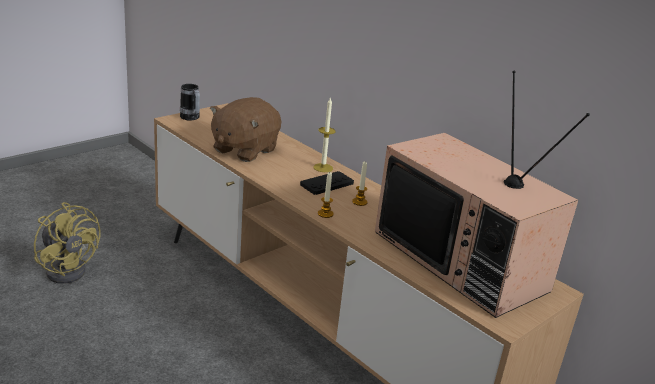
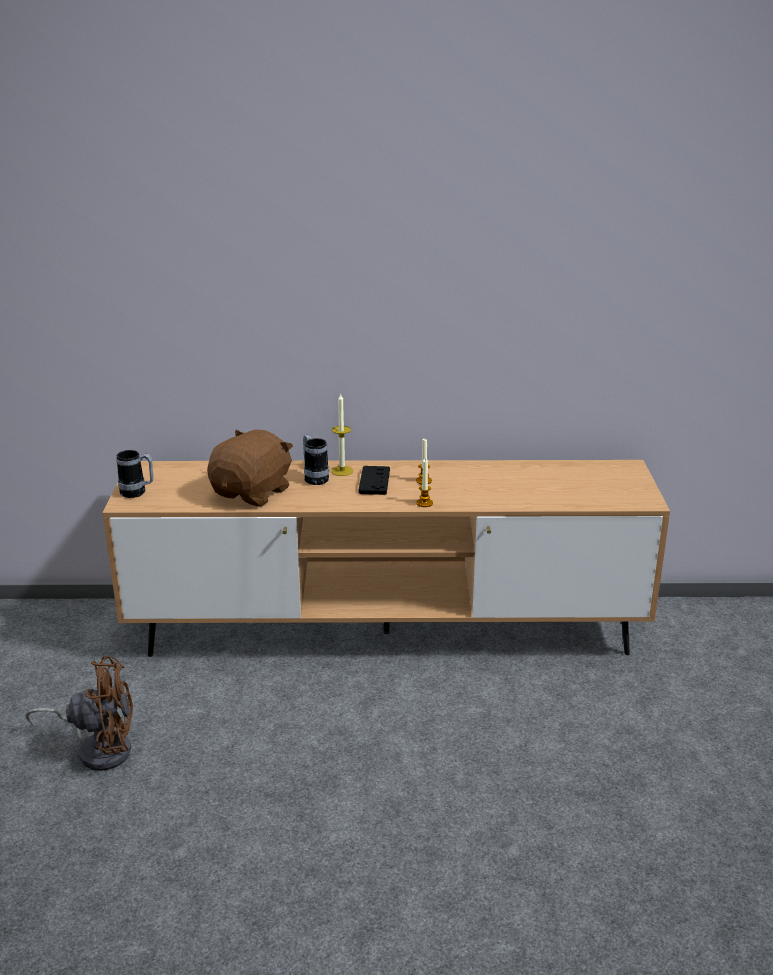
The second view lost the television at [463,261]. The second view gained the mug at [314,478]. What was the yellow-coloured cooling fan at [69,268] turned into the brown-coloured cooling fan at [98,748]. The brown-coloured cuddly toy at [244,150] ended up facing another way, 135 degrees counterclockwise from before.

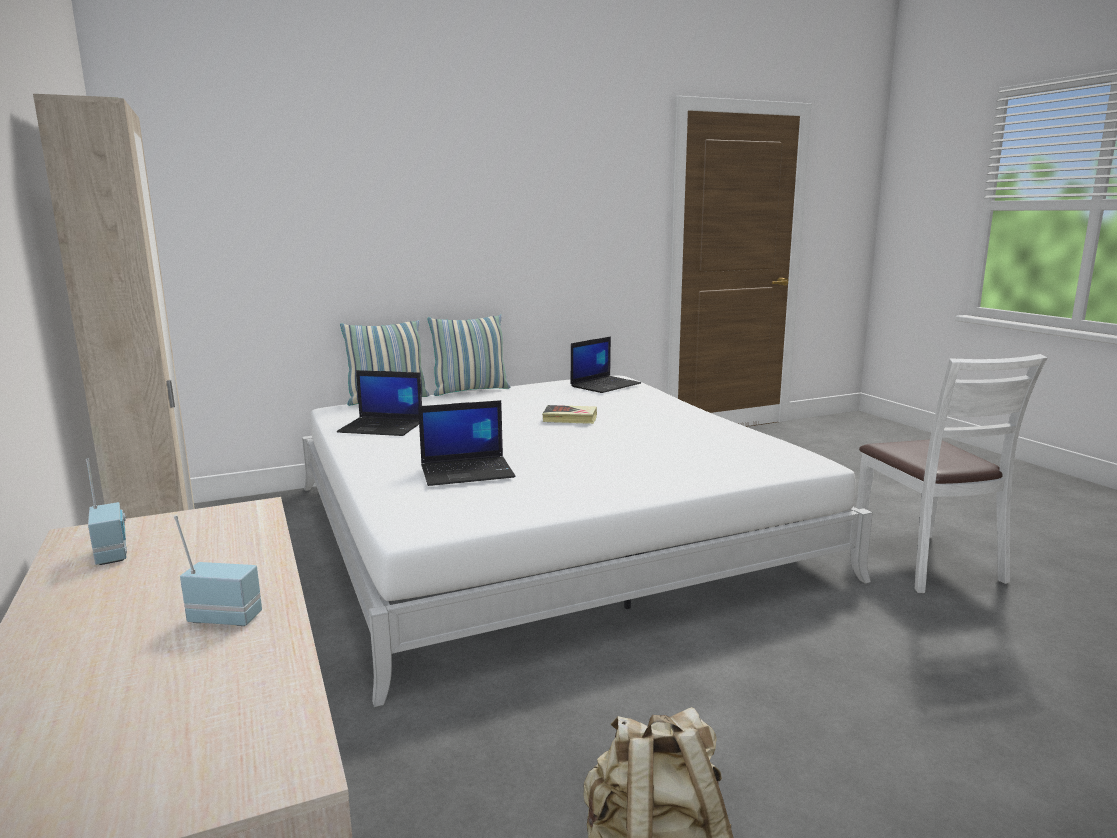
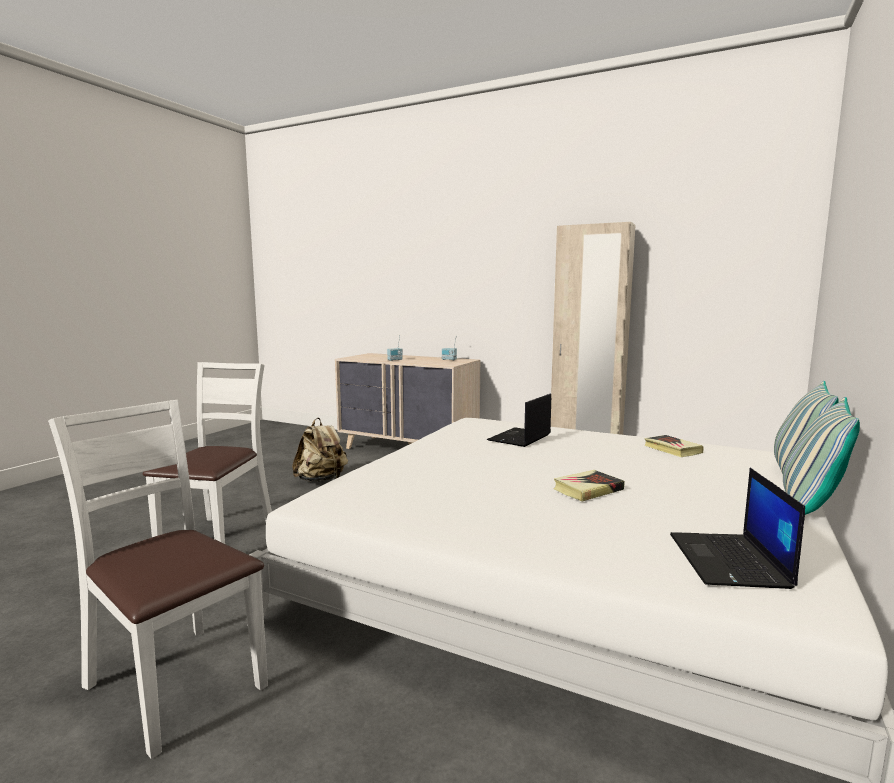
The second view gained the white-coloured upright chair at [218,538]. Where the notebook computer stood at [382,427], the book came to stand at [672,449].

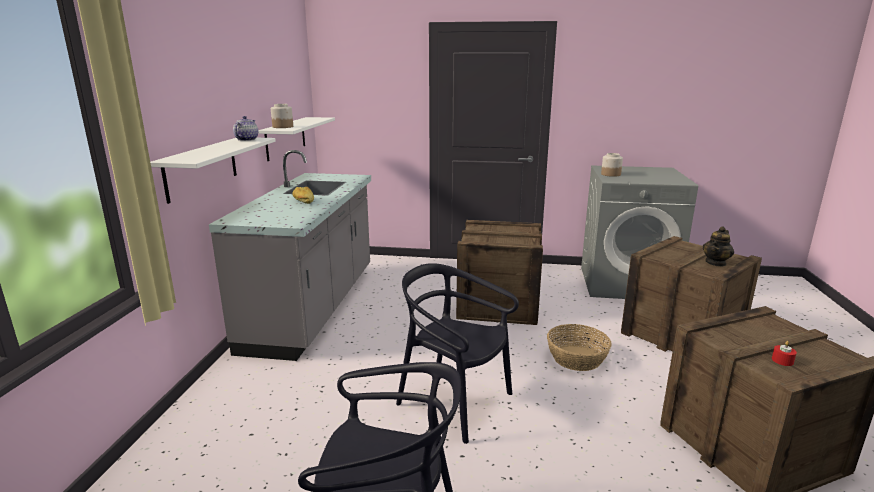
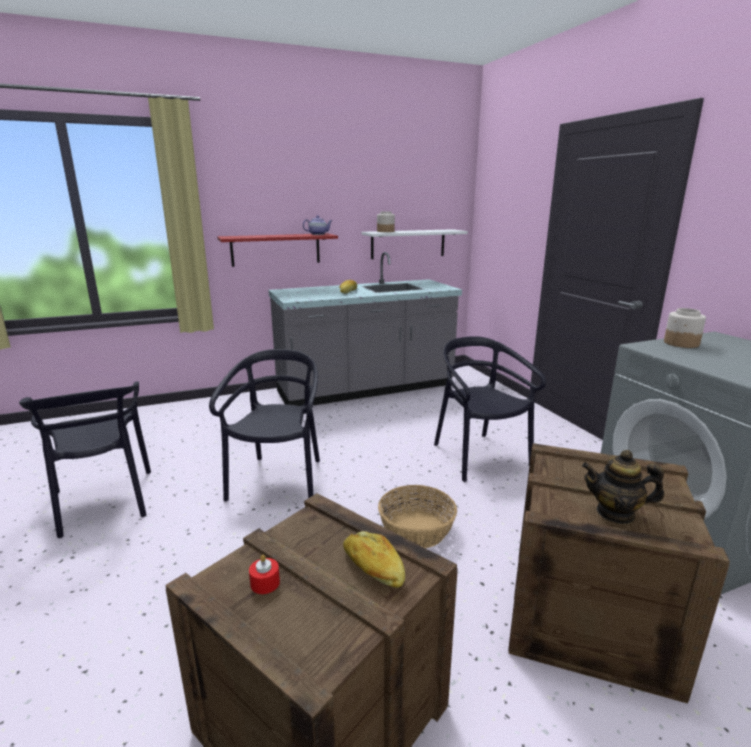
The second view gained the bakery bread at [373,568]. Where the crate stood at [498,304], the black-coloured upright chair came to stand at [479,457]. What was the white-coloured bracket shelf at [202,168] turned into the red bracket shelf at [276,249].

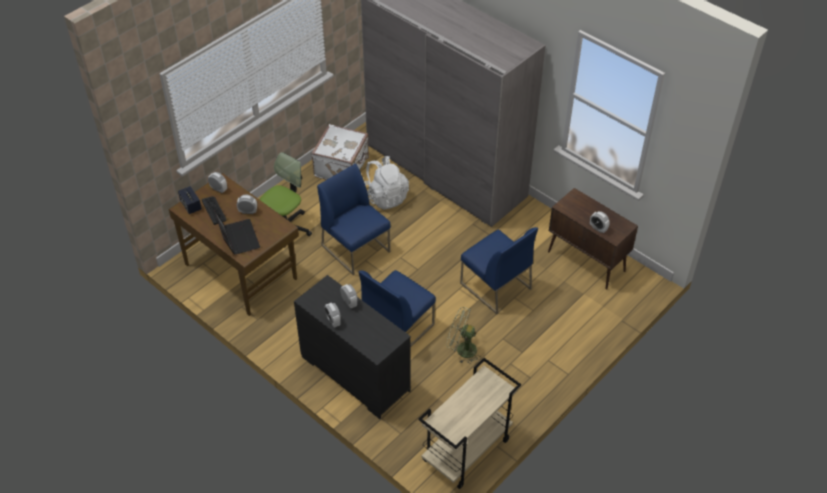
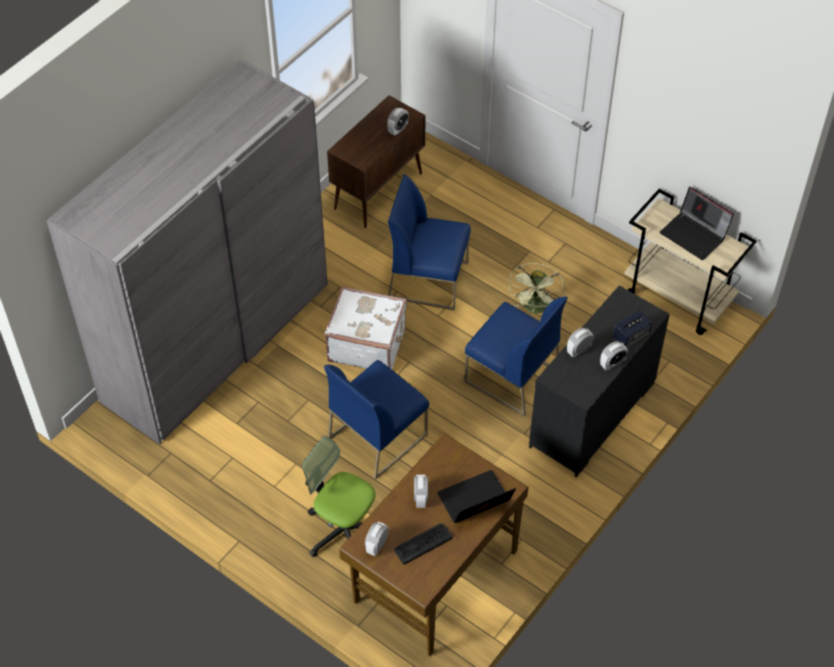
The second view lost the white-coloured backpack at [385,197]. The second view gained the notebook computer at [695,235]. The speaker ended up elsewhere, having gone from [191,205] to [630,336]. The white-coloured travel case ended up elsewhere, having gone from [342,167] to [366,343]. The bluish upright chair at [495,286] ended up facing another way, 120 degrees counterclockwise from before.

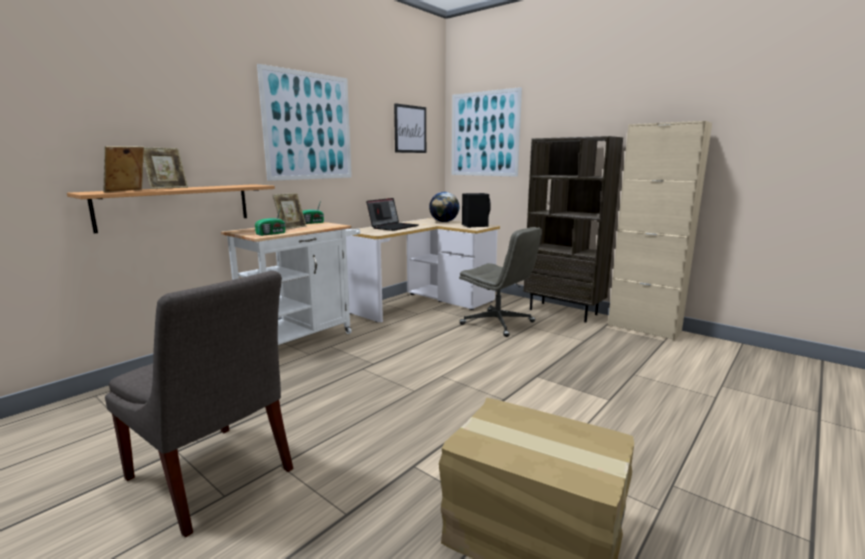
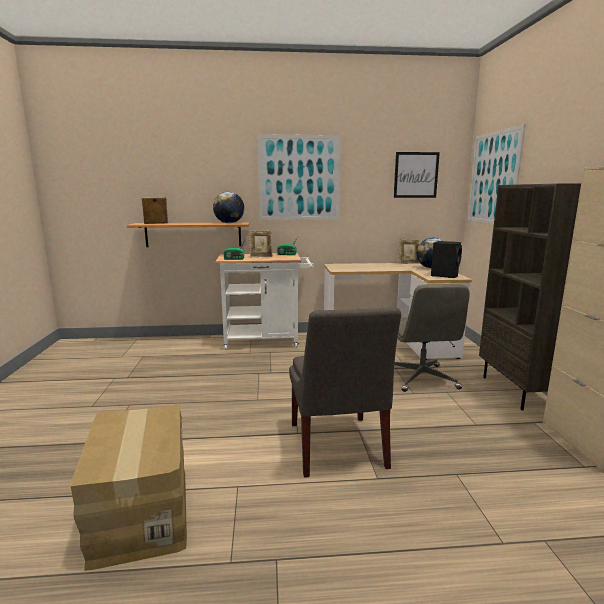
The second view lost the notebook computer at [393,227]. The second view gained the globe at [229,223]. The grey upright chair ended up elsewhere, having gone from [212,478] to [337,448]. The photo frame ended up elsewhere, having gone from [167,188] to [408,263].

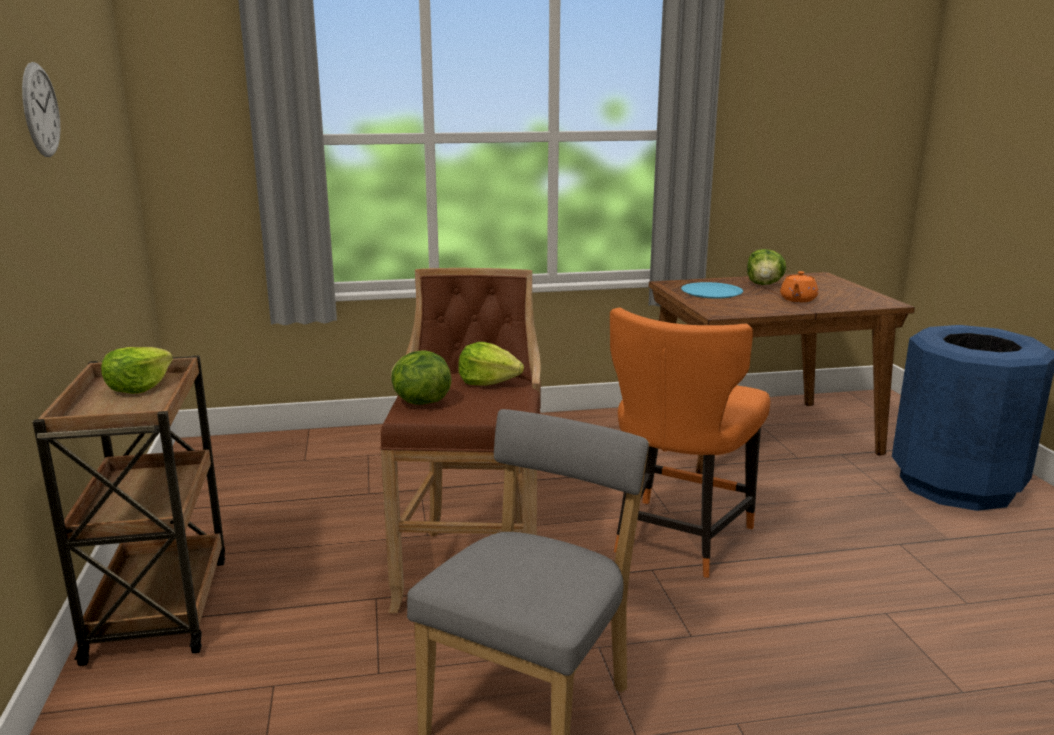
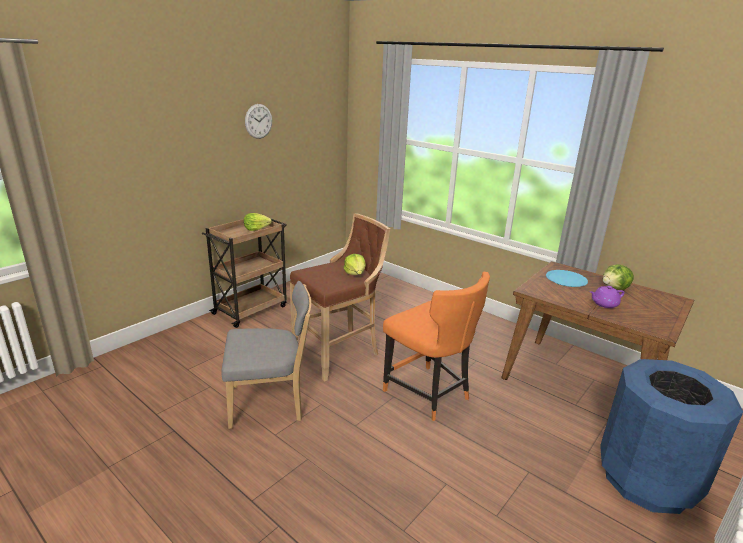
The second view lost the head of lettuce at [420,402]. What was the orange pot for tea at [797,300] turned into the purplish pot for tea at [604,304]. The orange upright chair at [678,539] ended up facing another way, 120 degrees counterclockwise from before.

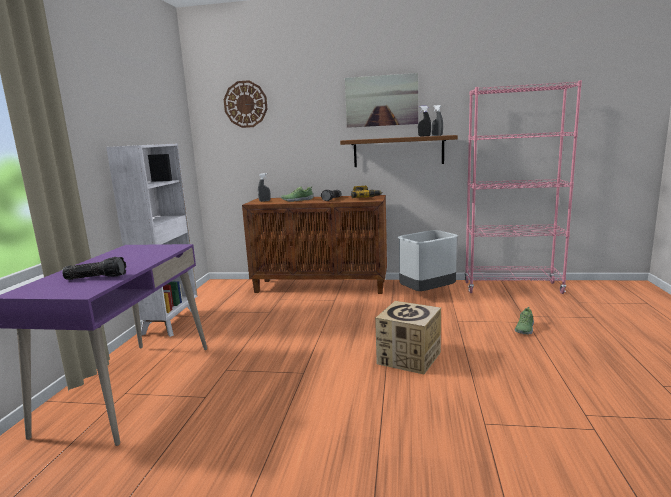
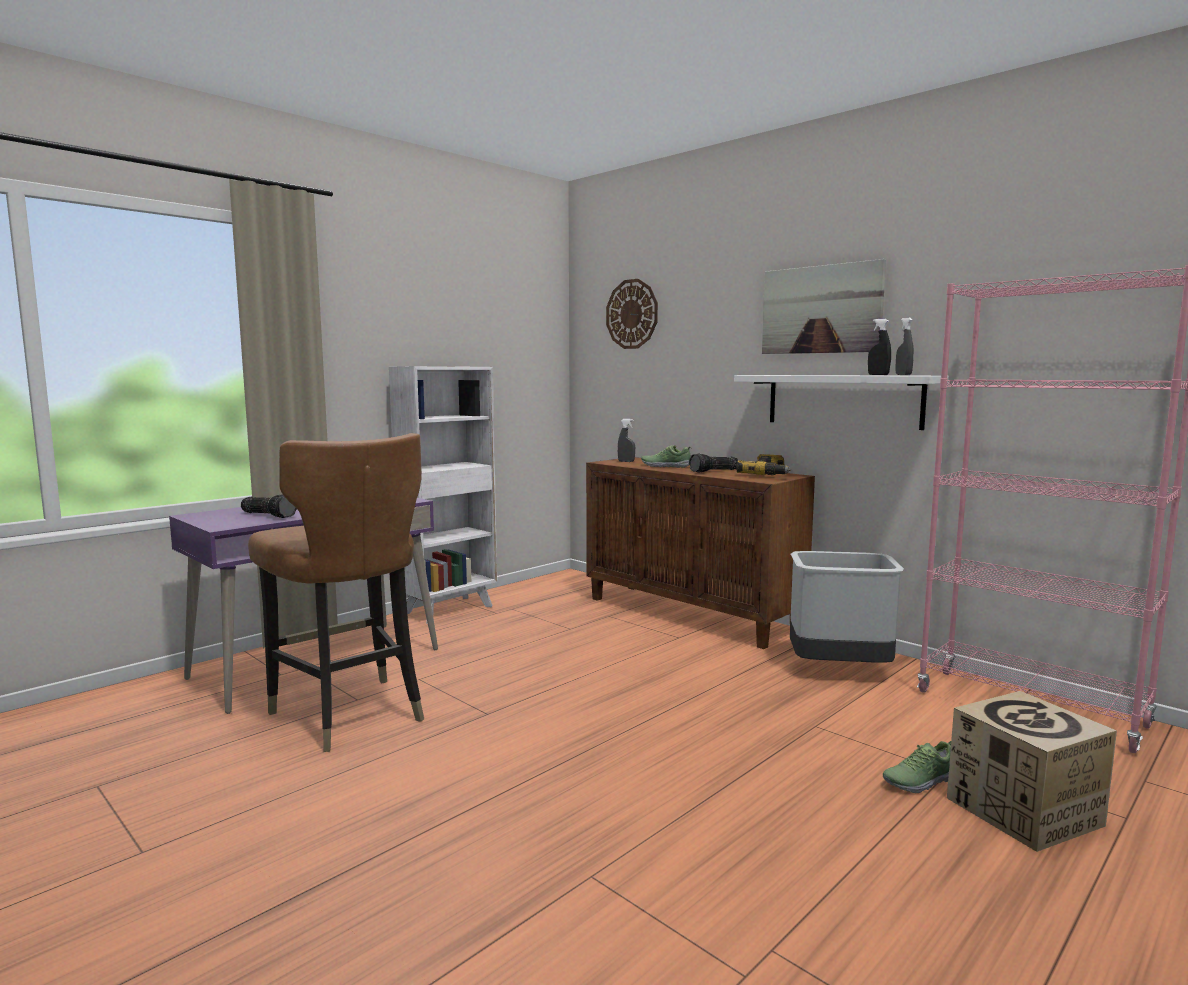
The second view gained the brown-coloured upright chair at [349,713]. The cardboard box ended up elsewhere, having gone from [409,358] to [1023,811]. What was the brown-coloured bracket shelf at [398,151] turned into the white-coloured bracket shelf at [843,400].

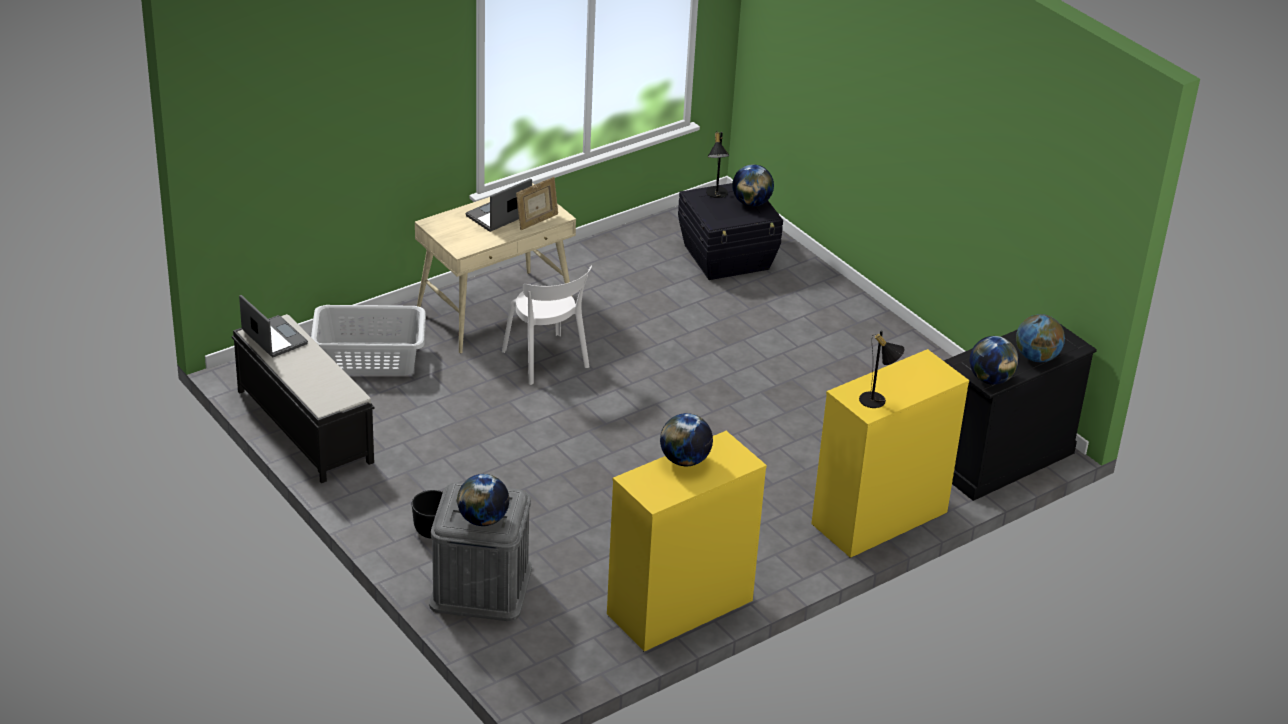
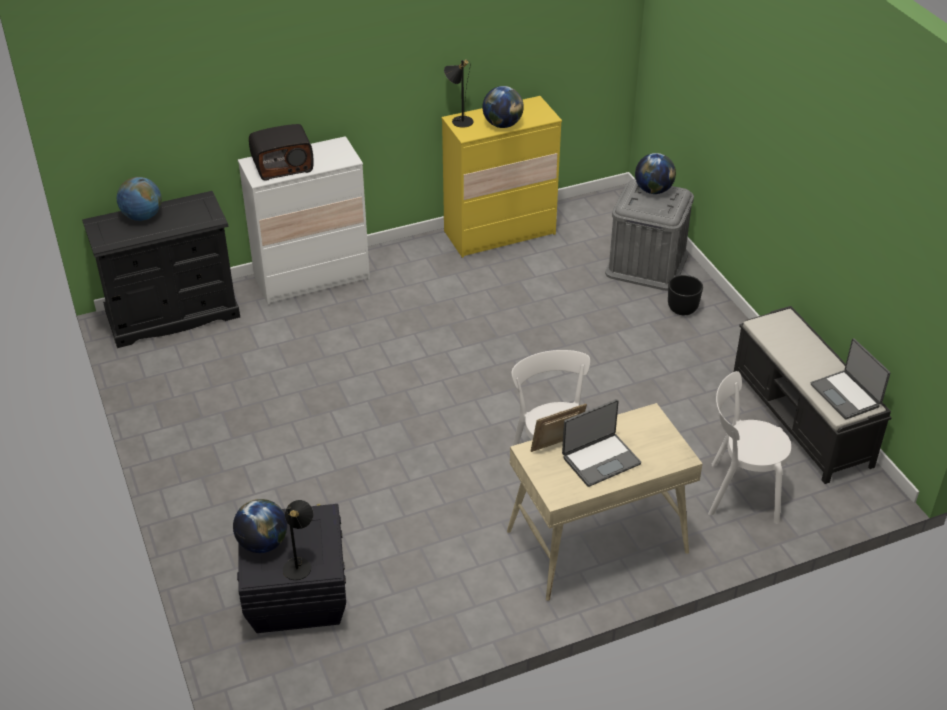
The second view lost the globe at [990,379]. The second view gained the radio receiver at [283,166]. The black-coloured tabletop lamp ended up elsewhere, having gone from [877,401] to [459,120]. Where the grey laundry basket stood at [370,359], the white-coloured upright chair came to stand at [739,492]. What was the yellow-coloured drawer chest at [879,518] turned into the white-coloured drawer chest at [312,278].

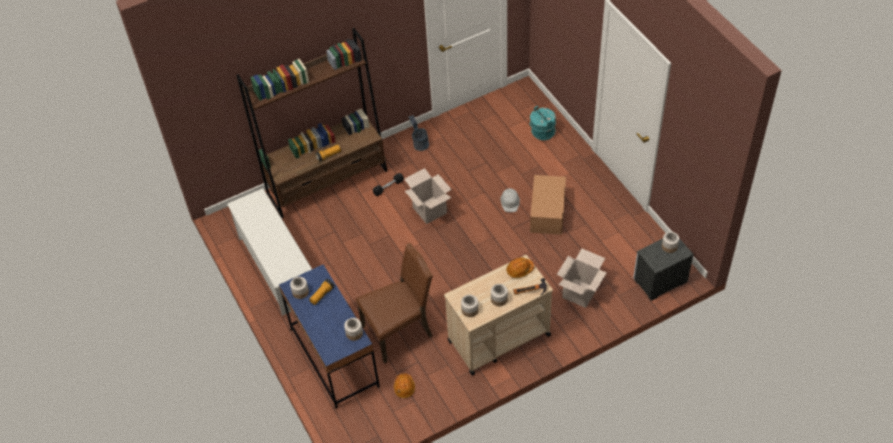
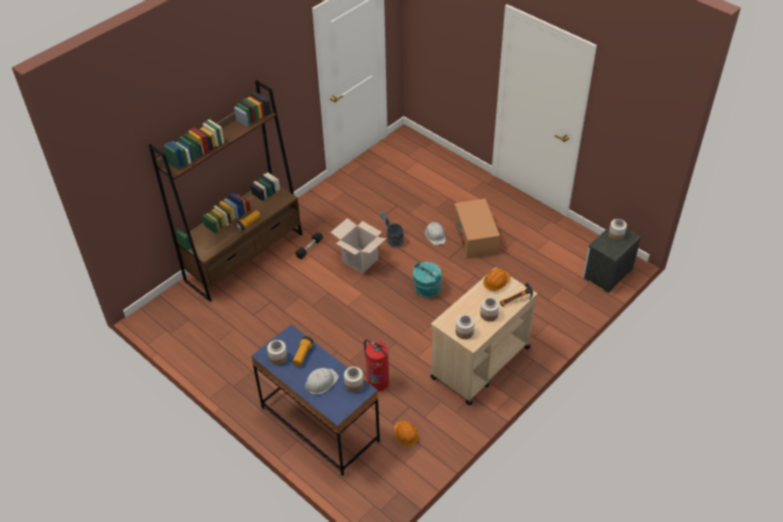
The second view lost the white-coloured shoe rack at [277,268]. The second view lost the cardboard box at [580,293]. The second view gained the white-coloured work helmet at [321,382]. The grey pail ended up elsewhere, having gone from [419,143] to [393,240]. The blue-green pail ended up elsewhere, having gone from [542,132] to [427,289]. Where the brown-coloured upright chair stood at [399,331], the fire-fighting cylinder came to stand at [377,381].

